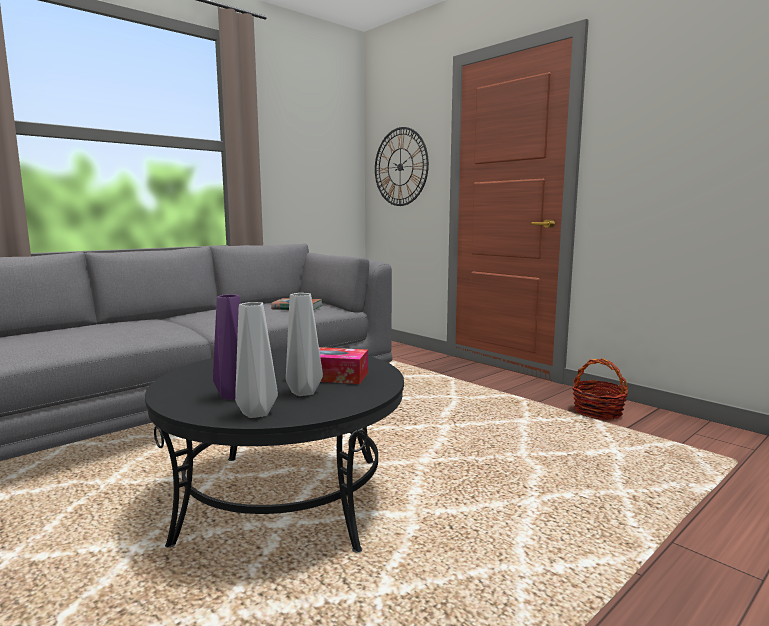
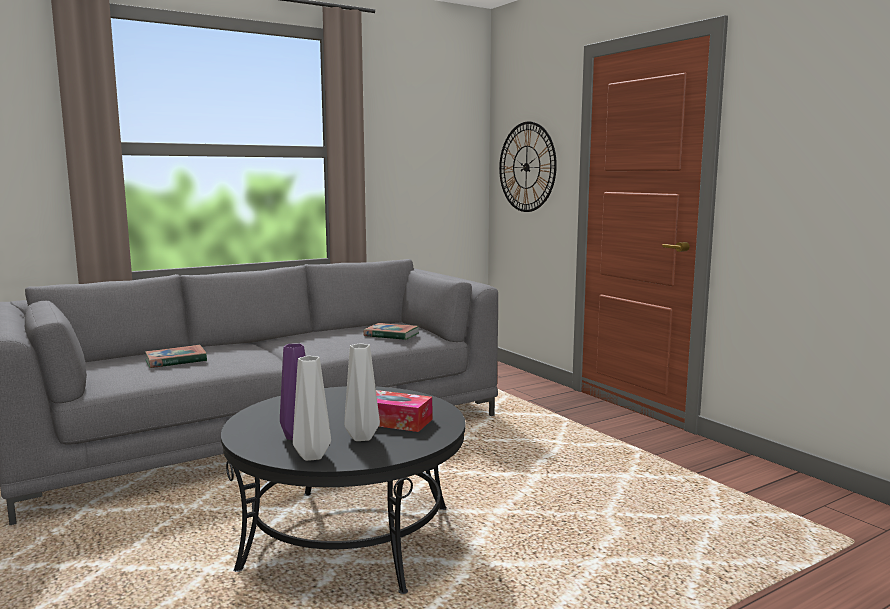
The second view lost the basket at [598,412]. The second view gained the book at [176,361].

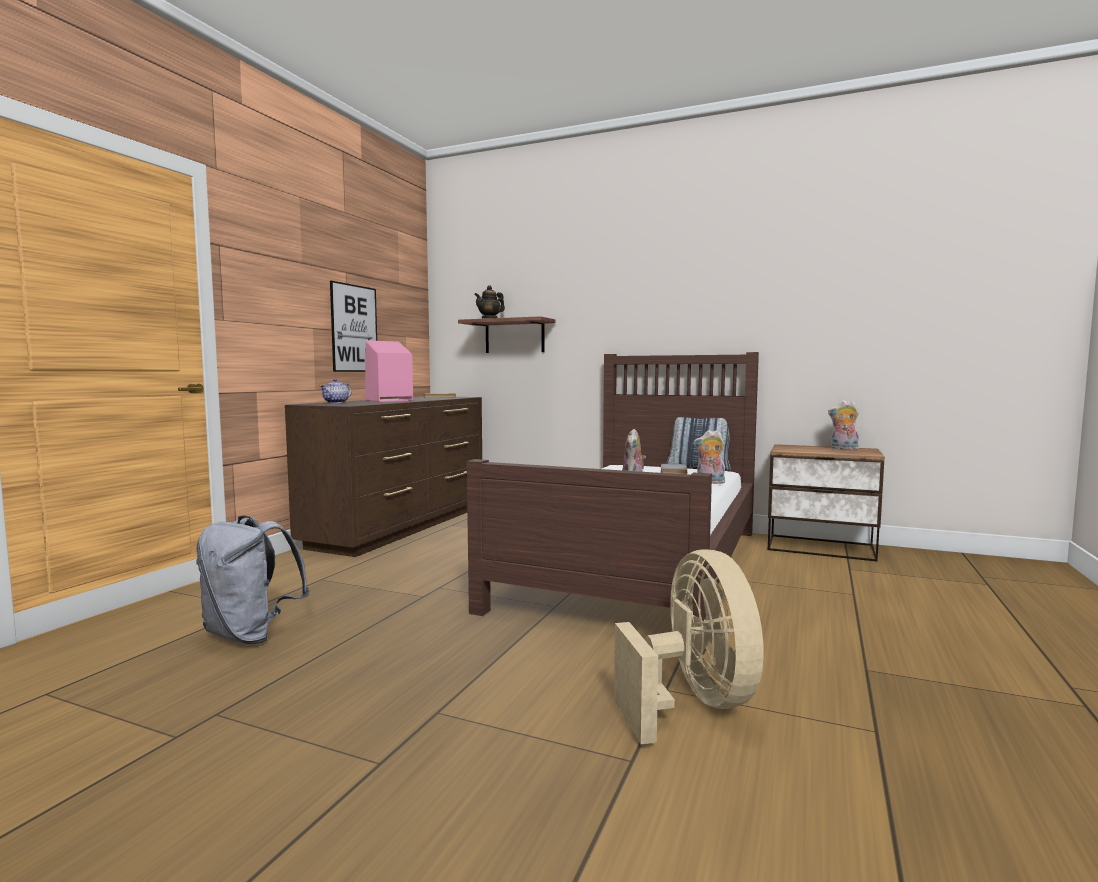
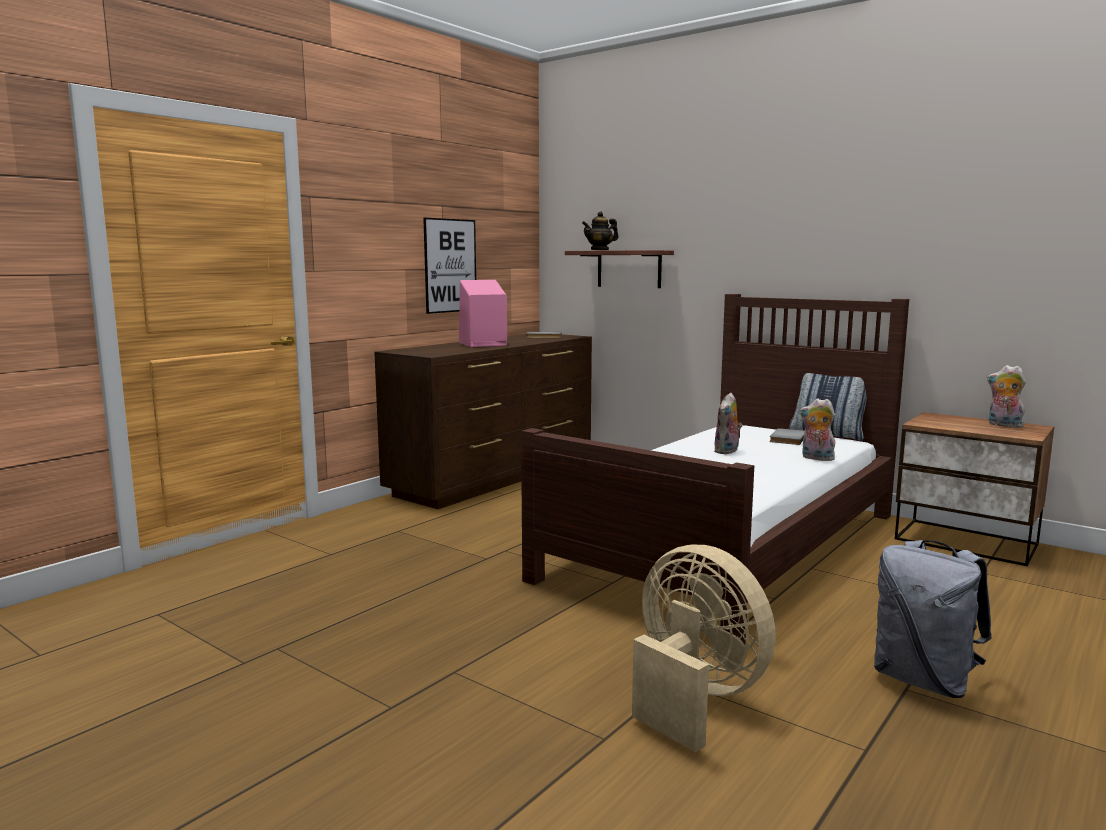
The second view lost the pot for tea at [336,402]. The grey backpack ended up elsewhere, having gone from [250,635] to [924,680]. The beige-coloured cooling fan at [693,704] ended up facing another way, 45 degrees counterclockwise from before.

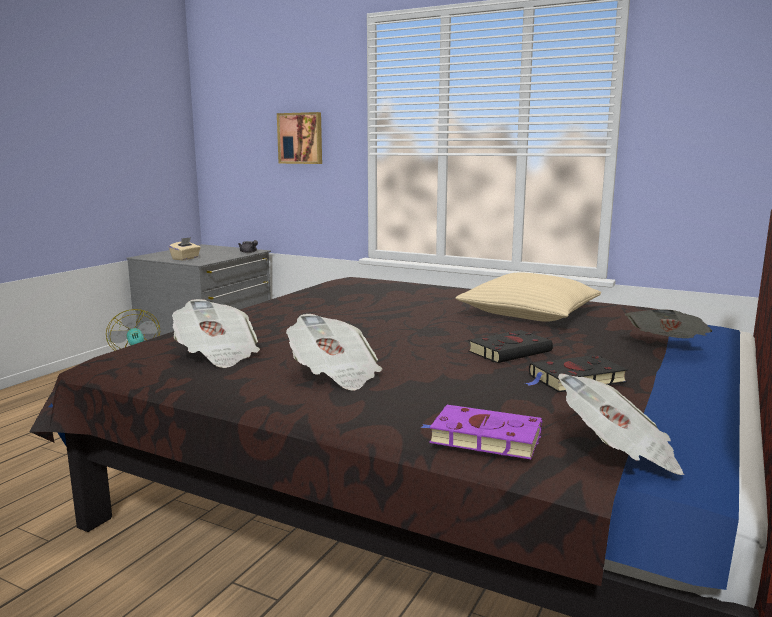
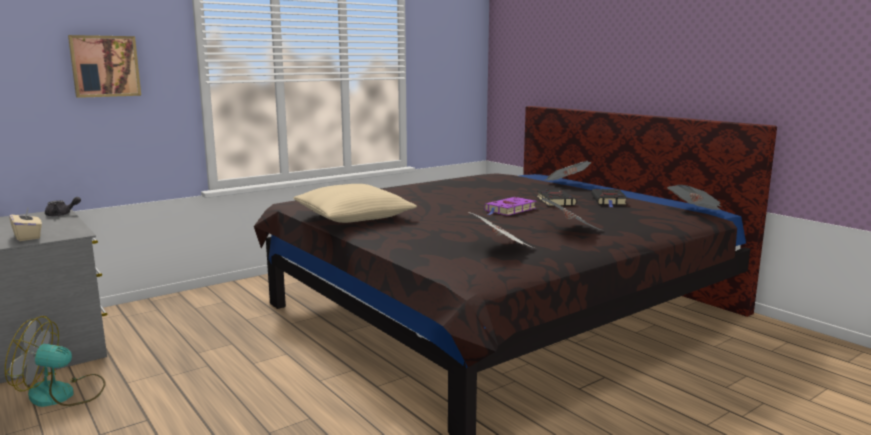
The purplish book ended up elsewhere, having gone from [482,438] to [509,210]. The beige-coloured pillow ended up elsewhere, having gone from [529,312] to [353,216].

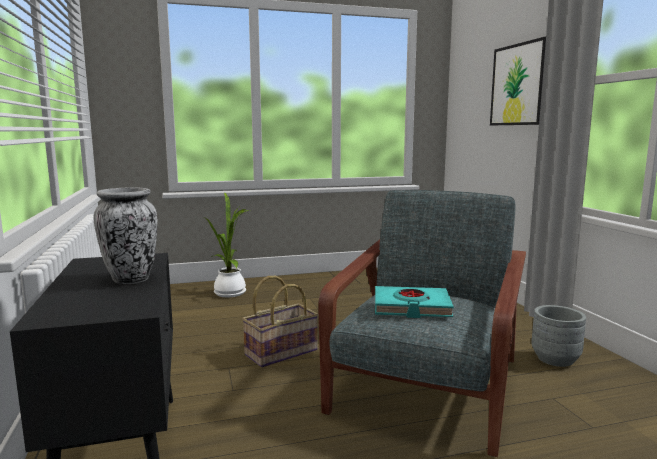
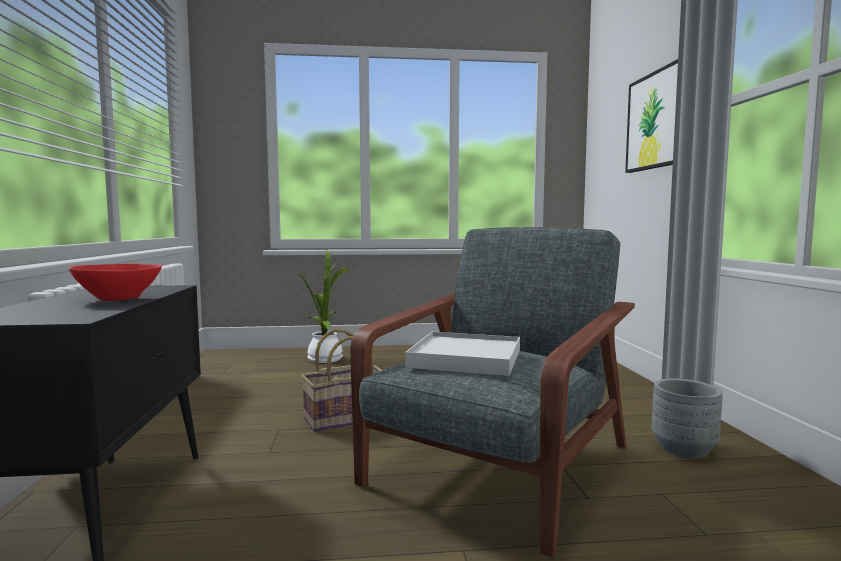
Where the decorative vase stood at [131,279], the red deep dish came to stand at [119,299]. Where the blue-green book stood at [411,307], the white-coloured tray came to stand at [466,359].

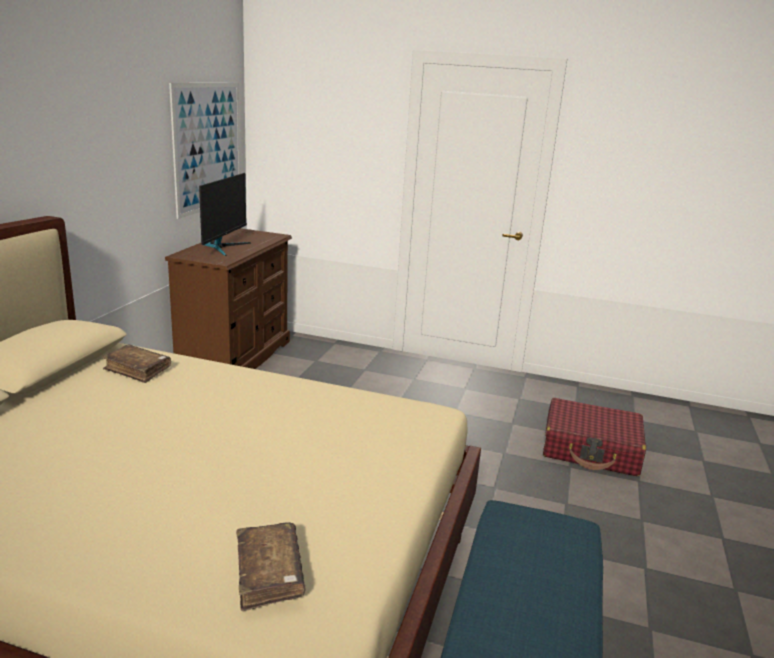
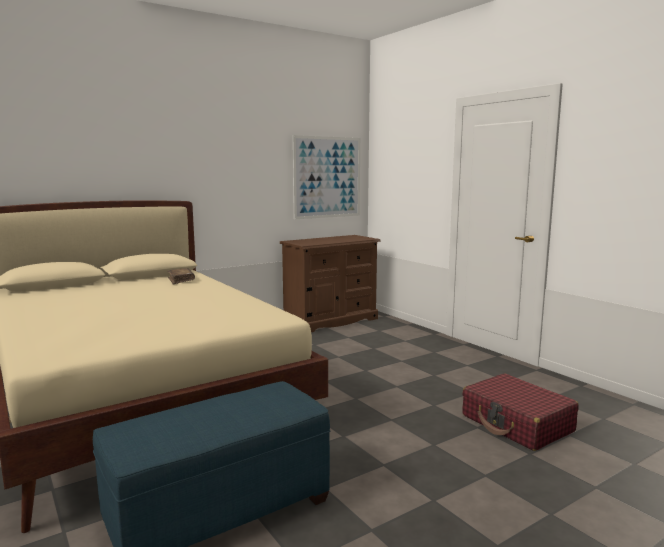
The second view lost the monitor at [223,247]. The second view lost the brown-coloured book at [269,574].

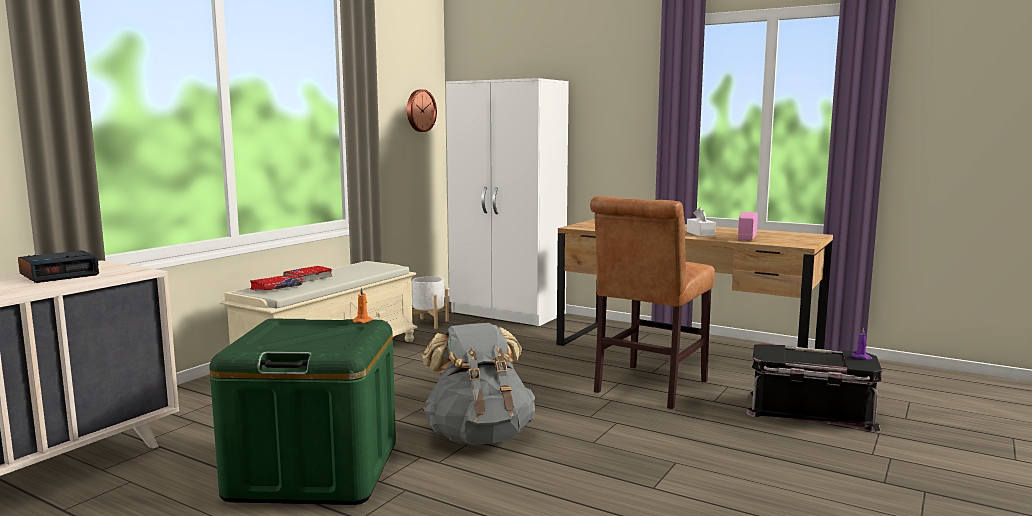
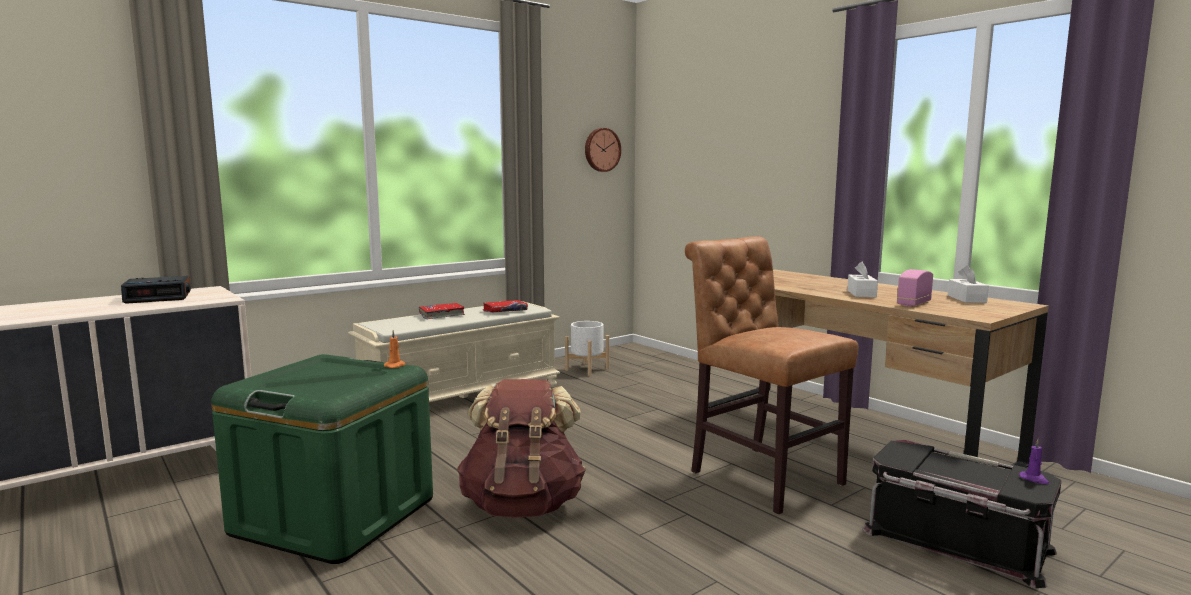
The second view lost the white-coloured wardrobe at [508,313]. The second view gained the white-coloured box of tissues at [966,299]. The red book ended up elsewhere, having gone from [276,288] to [505,311]. What was the grey backpack at [479,436] turned into the brown-coloured backpack at [523,505]. The brown-coloured upright chair at [647,388] ended up facing another way, 90 degrees clockwise from before.

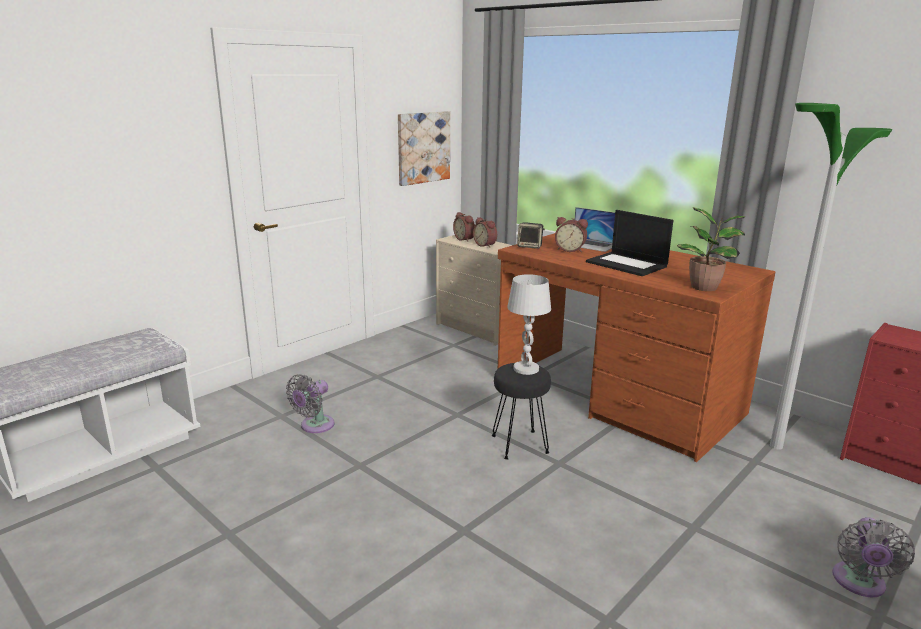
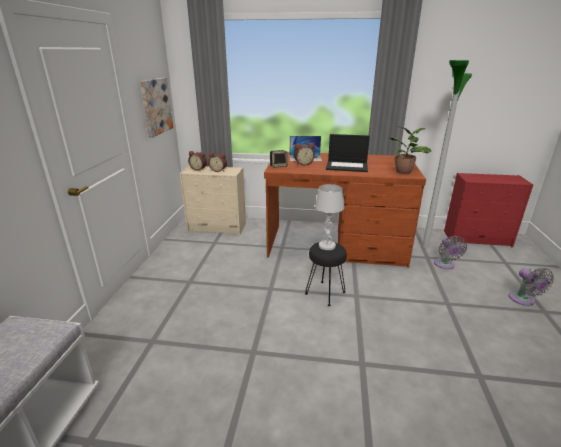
The grey cooling fan ended up elsewhere, having gone from [314,426] to [445,265].

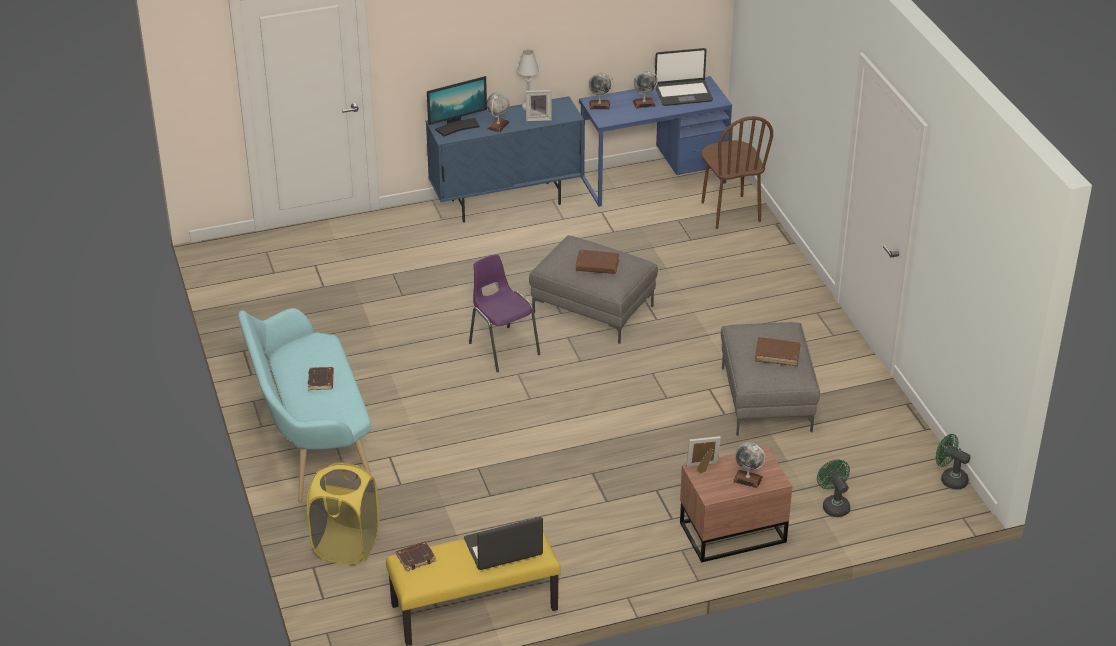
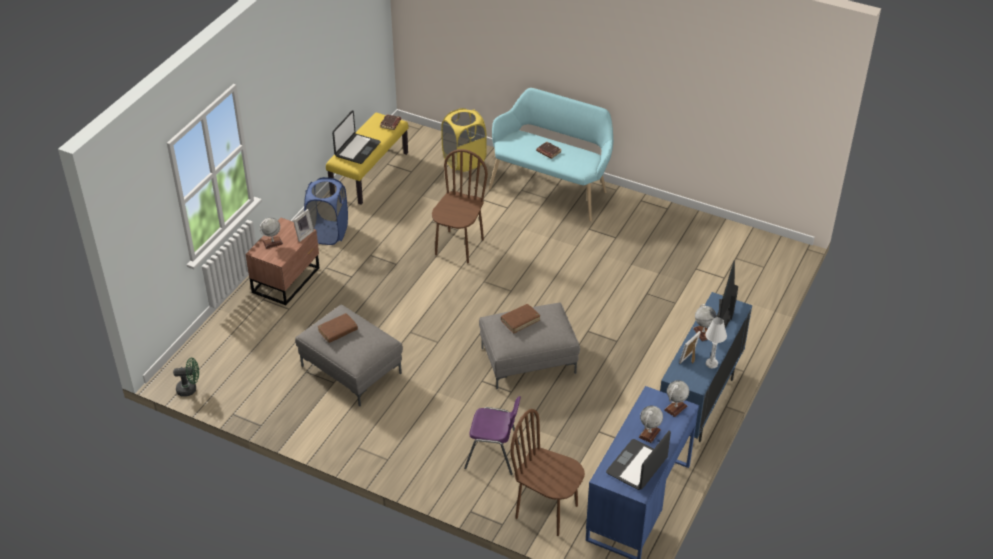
The second view lost the green cooling fan at [833,505]. The second view gained the bluish laundry basket at [328,233]. The second view gained the brown-coloured upright chair at [459,247]. The purplish upright chair ended up elsewhere, having gone from [503,348] to [493,456].

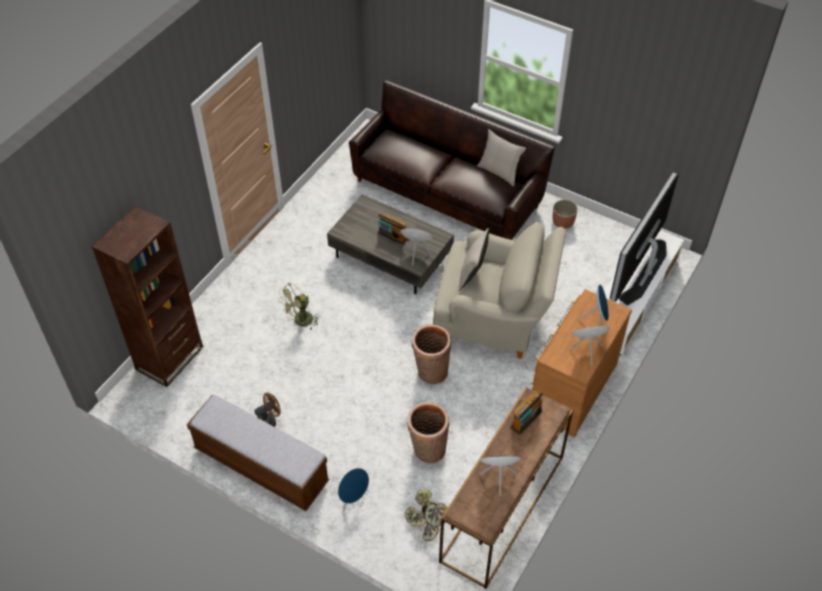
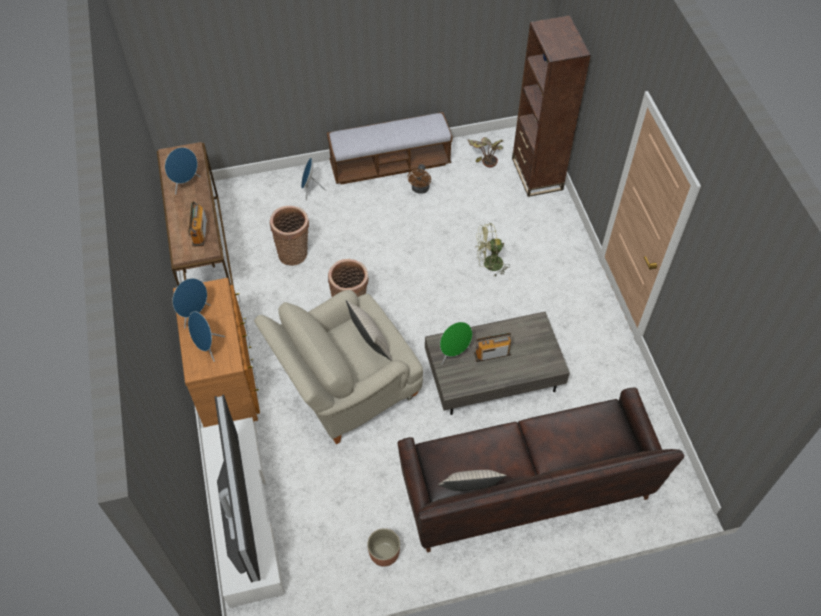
The houseplant ended up elsewhere, having gone from [427,523] to [484,155]. The green cooling fan at [300,322] ended up facing another way, 105 degrees counterclockwise from before.

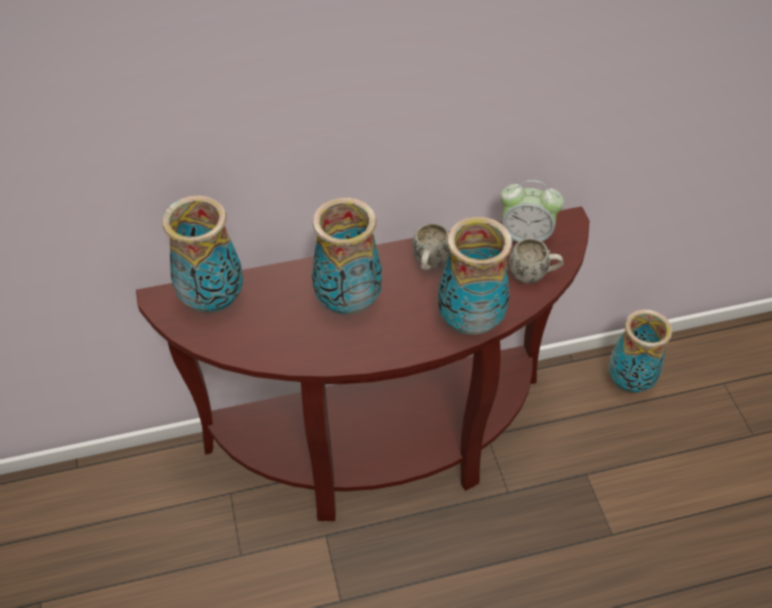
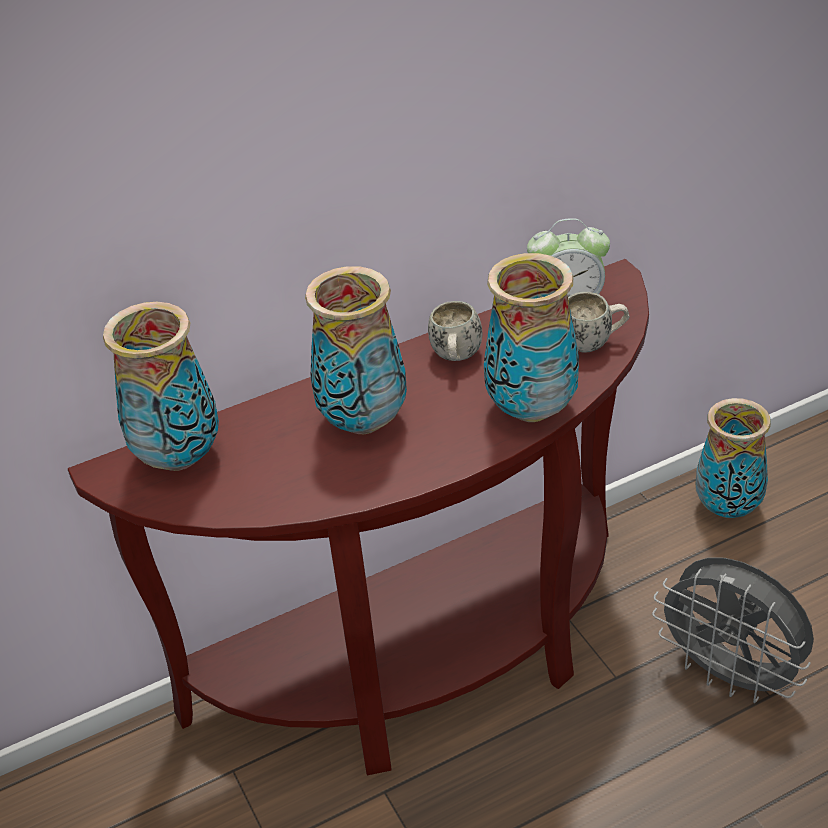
The second view gained the grey cooling fan at [730,675].

